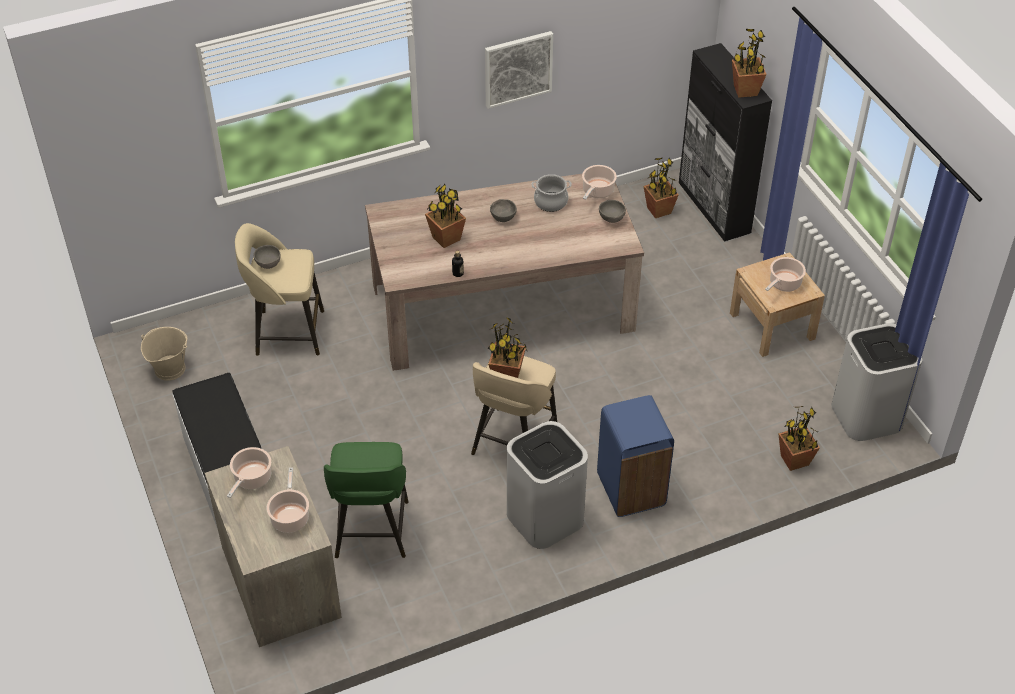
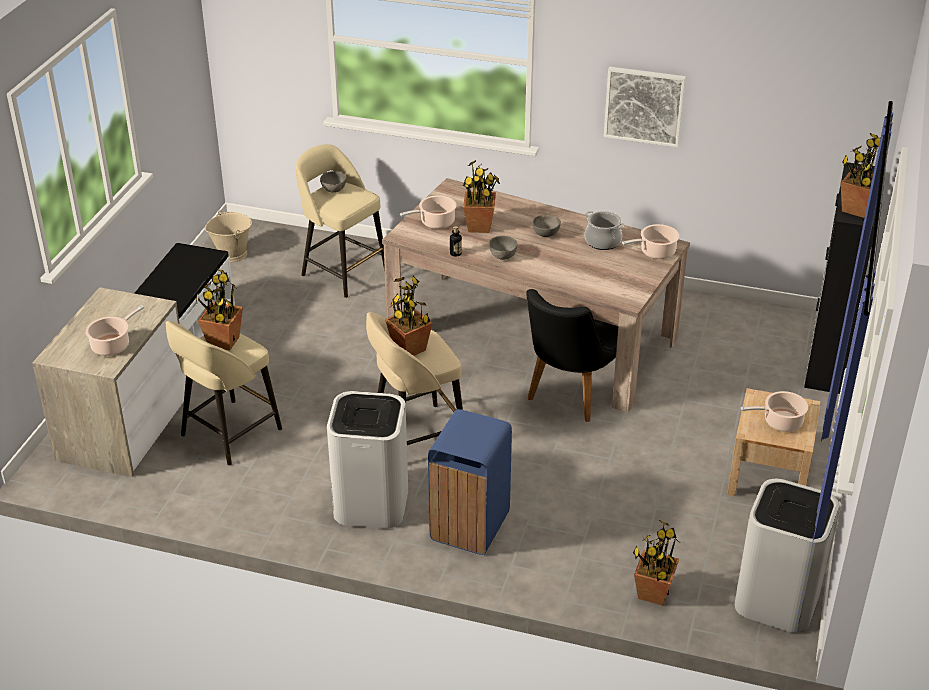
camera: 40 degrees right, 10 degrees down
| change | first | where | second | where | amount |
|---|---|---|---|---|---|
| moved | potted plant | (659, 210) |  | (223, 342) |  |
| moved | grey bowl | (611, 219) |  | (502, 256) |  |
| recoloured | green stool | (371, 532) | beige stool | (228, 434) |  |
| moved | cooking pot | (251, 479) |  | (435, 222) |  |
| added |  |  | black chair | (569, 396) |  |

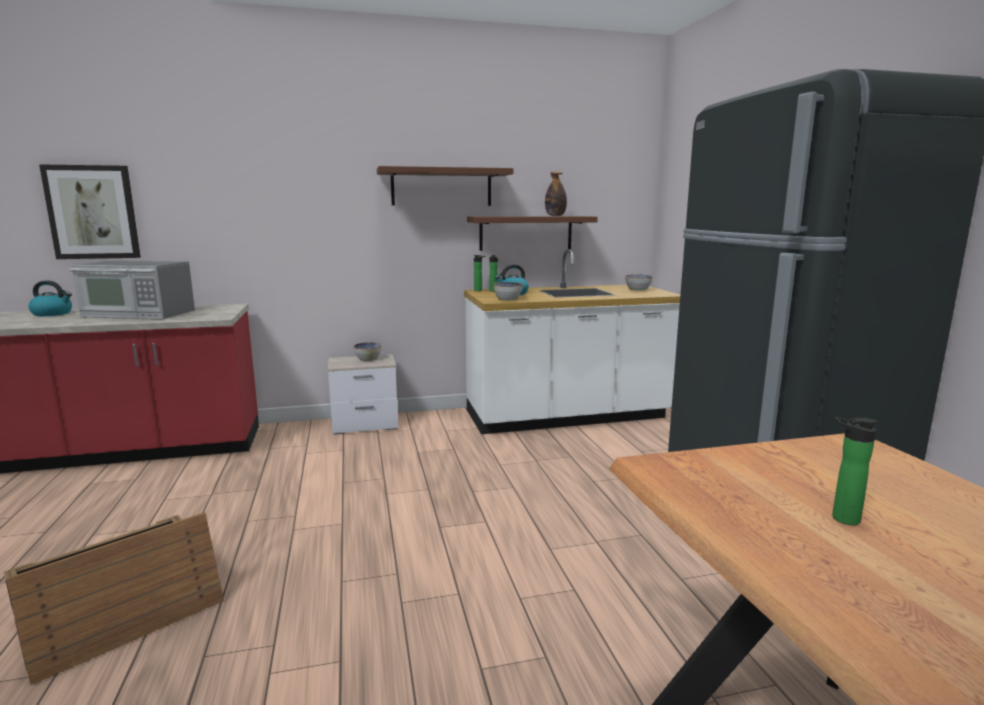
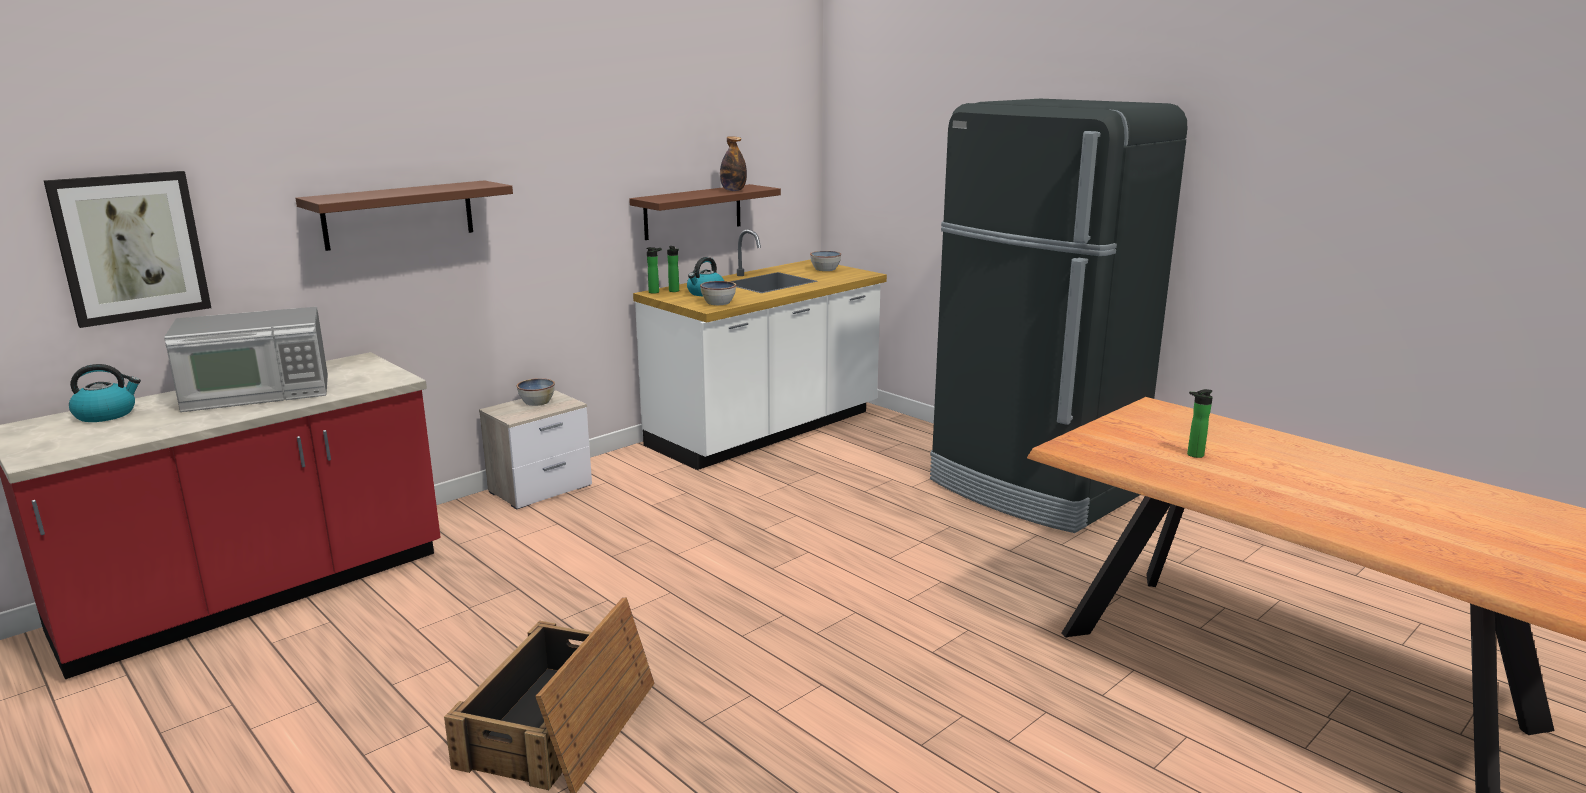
camera: 30 degrees left, 5 degrees up
| change | first | where | second | where | amount |
|---|---|---|---|---|---|
| moved | brown shelf | (441, 187) |  | (399, 214) |  |

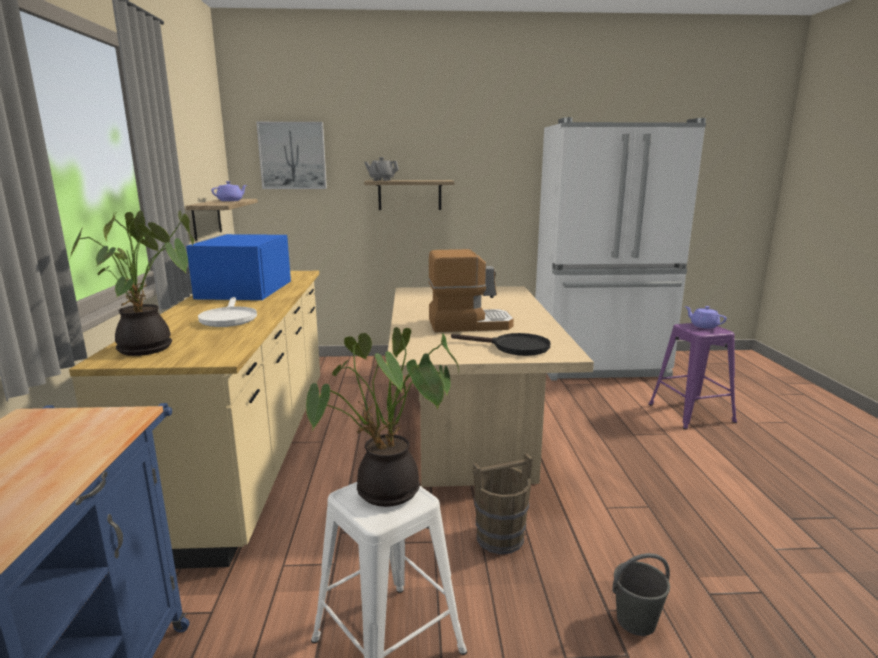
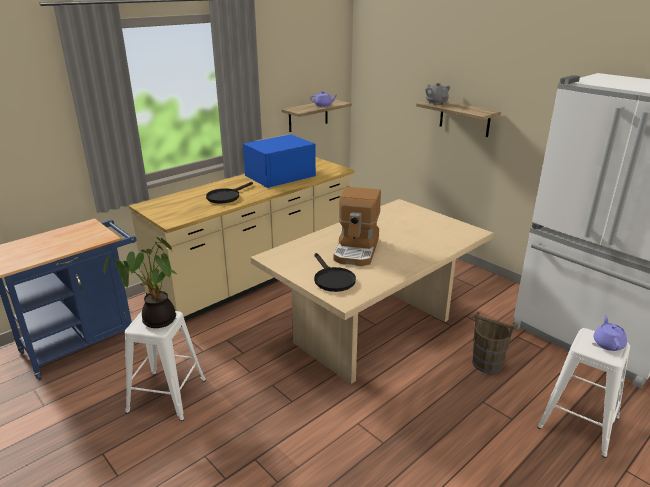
camera: 50 degrees right, 10 degrees up
| change | first | where | second | where | amount |
|---|---|---|---|---|---|
| removed | picture | (292, 155) |  |  |  |
| removed | potted plant | (150, 349) |  |  |  |
| turned | coffee machine | (469, 324) |  | (357, 250) | 60 degrees clockwise |
| recoloured | white frying pan | (228, 318) | black frying pan | (226, 196) |  |
| recoloured | purple stool | (690, 413) | white stool | (577, 422) |  |
| moved | brown bucket | (499, 538) |  | (486, 363) |  |
| removed | grey bucket | (635, 621) |  |  |  |

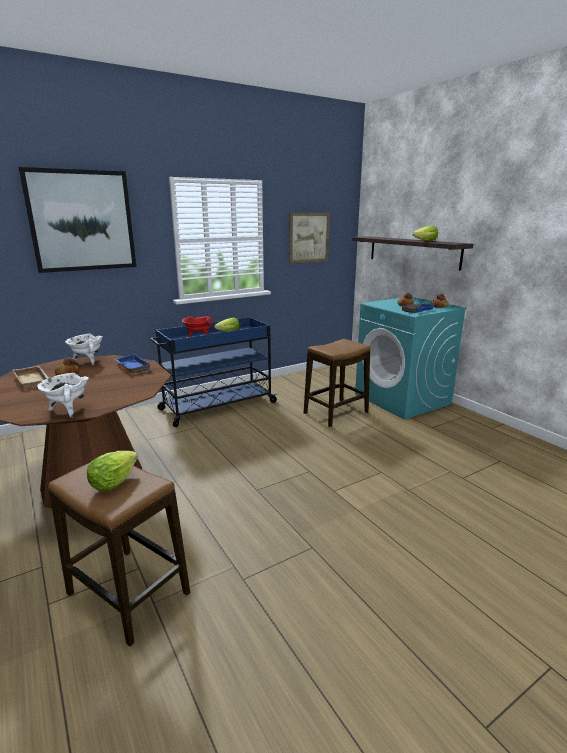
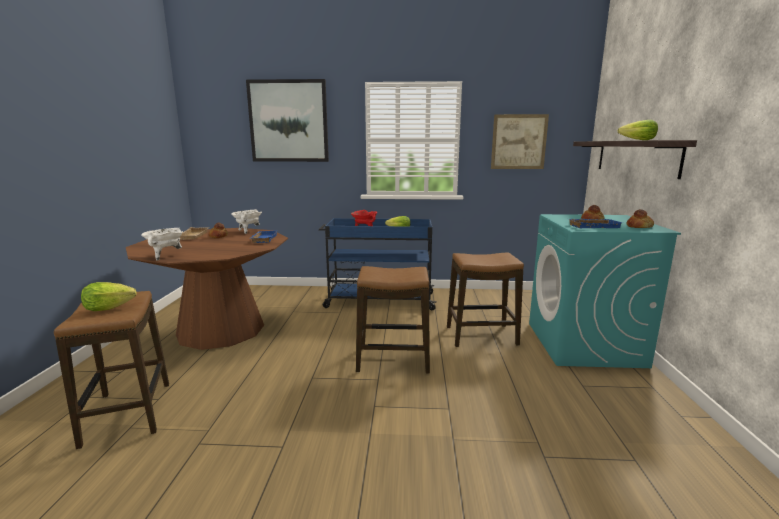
camera: 35 degrees right, 5 degrees down
| change | first | where | second | where | amount |
|---|---|---|---|---|---|
| added |  |  | stool | (393, 360) |  |

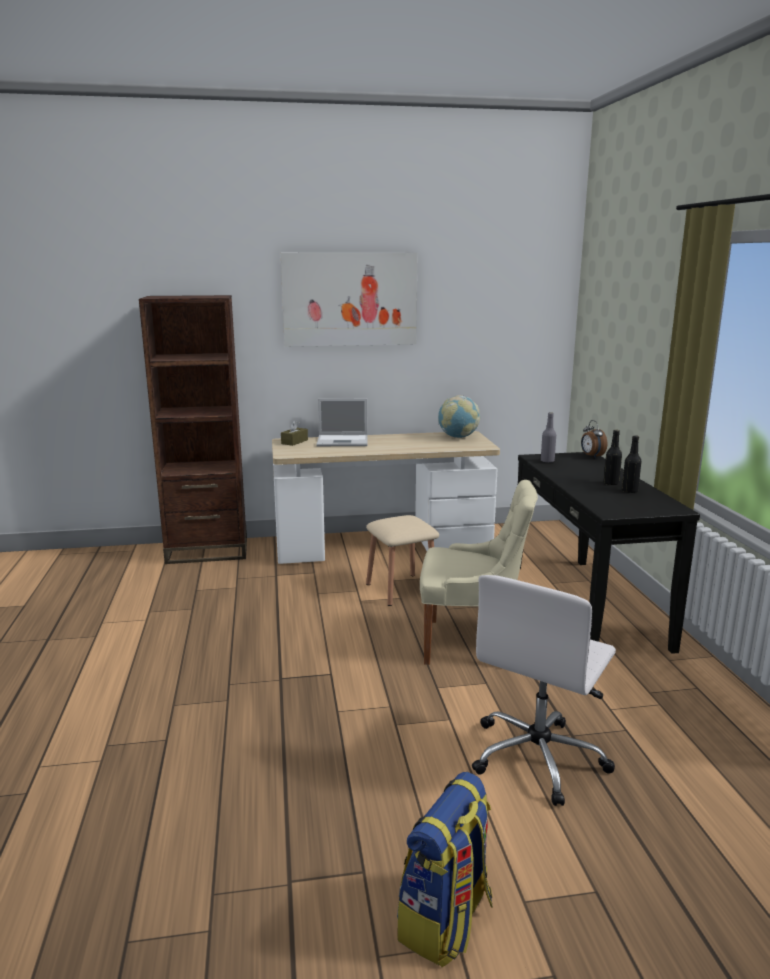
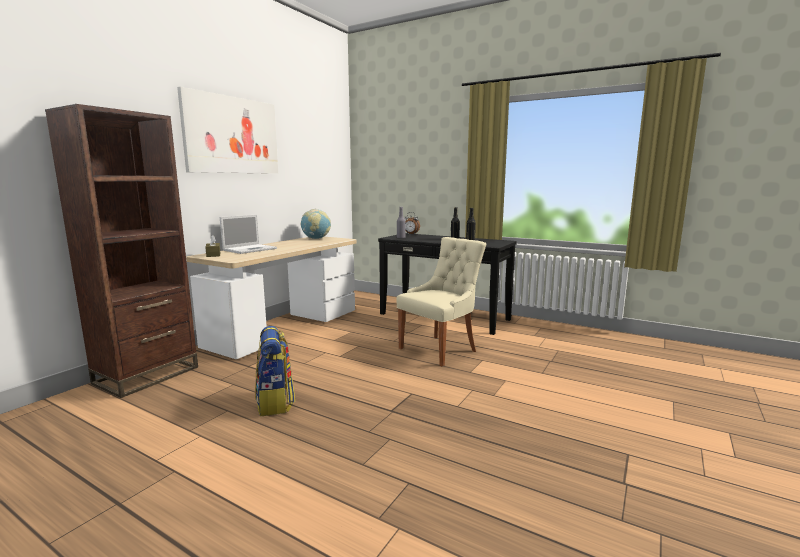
camera: 50 degrees left, 5 degrees down
| change | first | where | second | where | amount |
|---|---|---|---|---|---|
| removed | beige stool | (401, 589) |  |  |  |
| removed | white office chair | (538, 757) |  |  |  |
| moved | backpack | (446, 921) |  | (275, 403) |  |

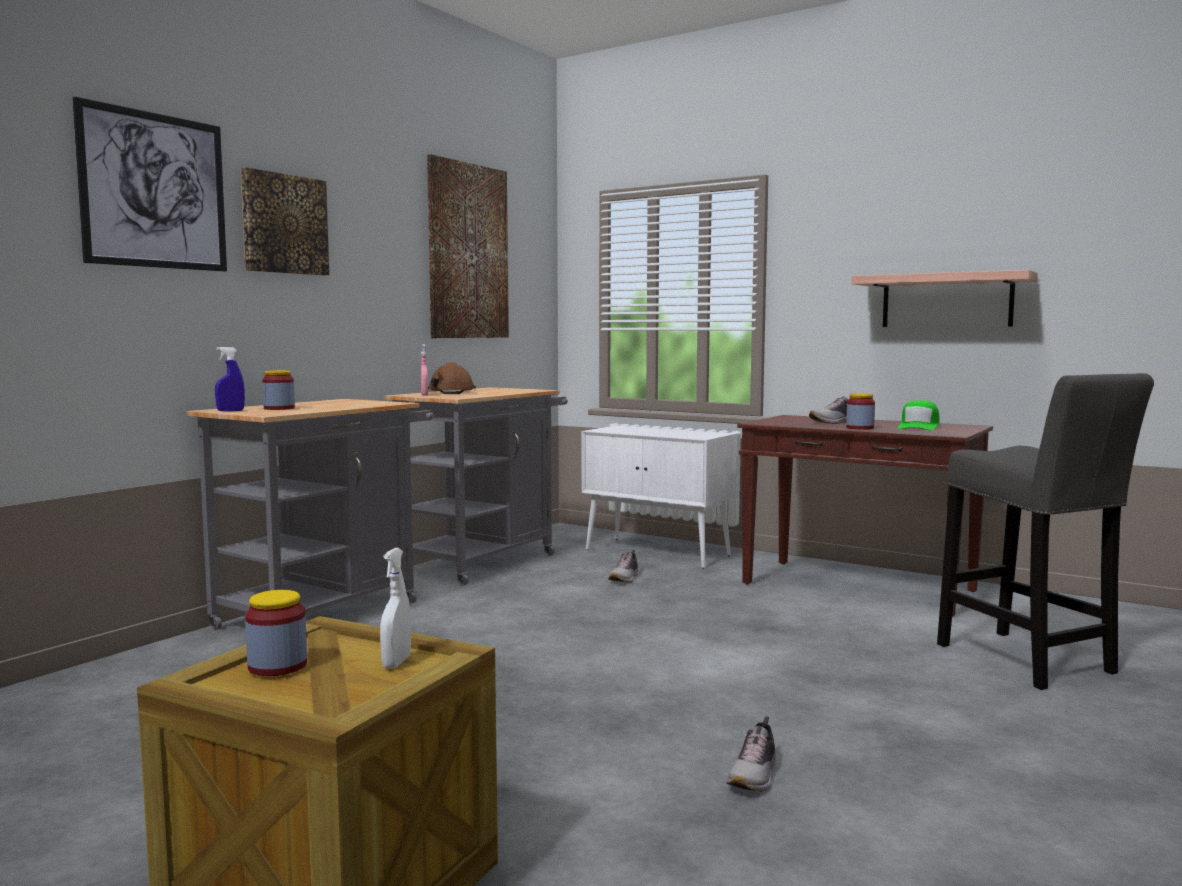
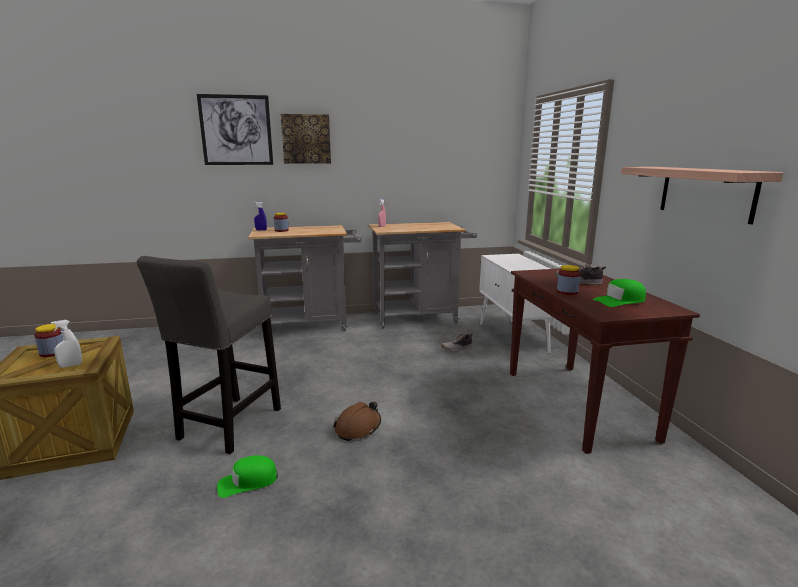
camera: 45 degrees right, 10 degrees up
| change | first | where | second | where | amount |
|---|---|---|---|---|---|
| removed | picture | (467, 251) |  |  |  |
| moved | brown hard hat | (451, 392) |  | (358, 428) |  |
| moved | grey stool | (1029, 662) |  | (227, 426) |  |
| replaced | shoe | (754, 776) | green cap | (247, 482) |  |

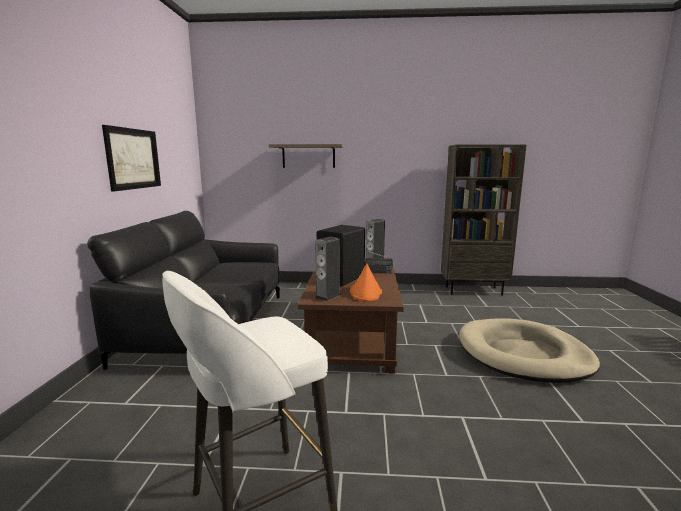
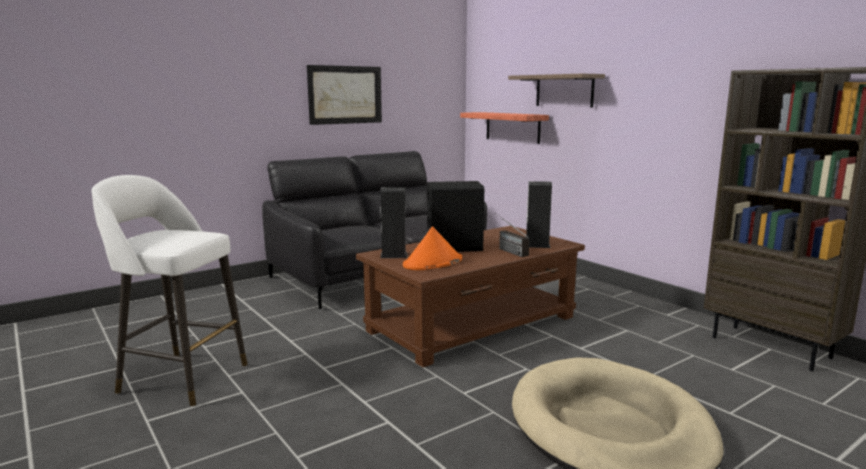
camera: 50 degrees right, 0 degrees up
| change | first | where | second | where | amount |
|---|---|---|---|---|---|
| added |  |  | shelf | (512, 127) |  |

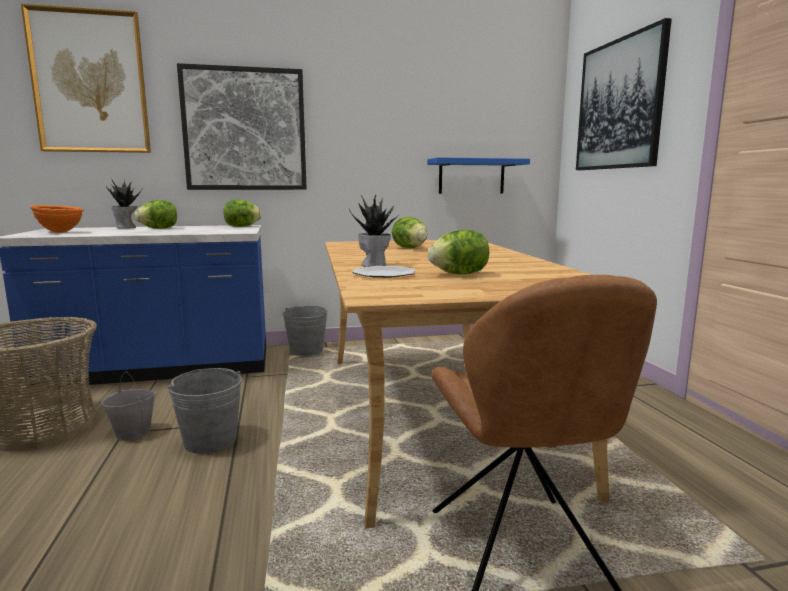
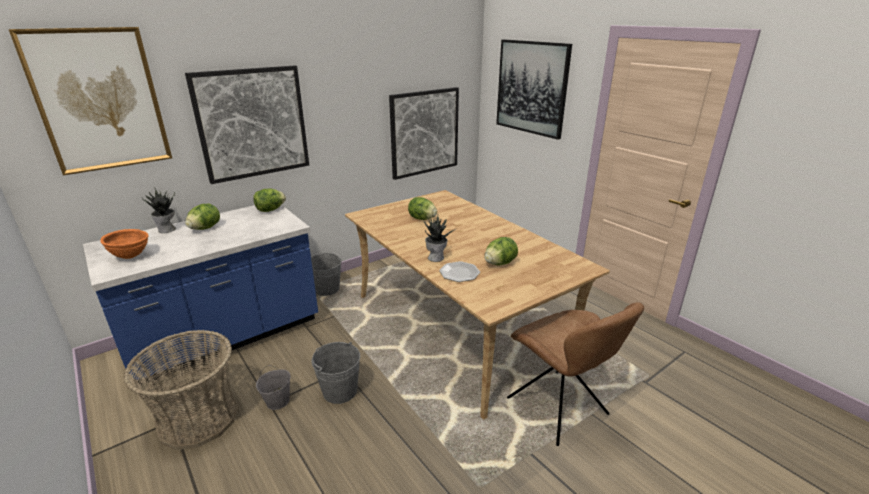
camera: 25 degrees left, 15 degrees up
| change | first | where | second | where | amount |
|---|---|---|---|---|---|
| replaced | blue shelf | (471, 176) | picture | (424, 132) |  |

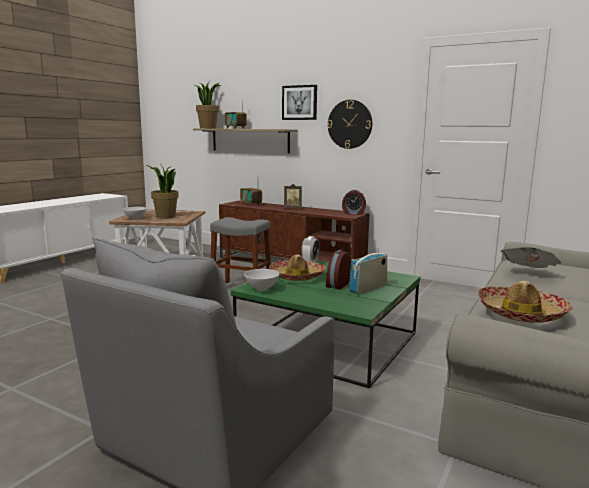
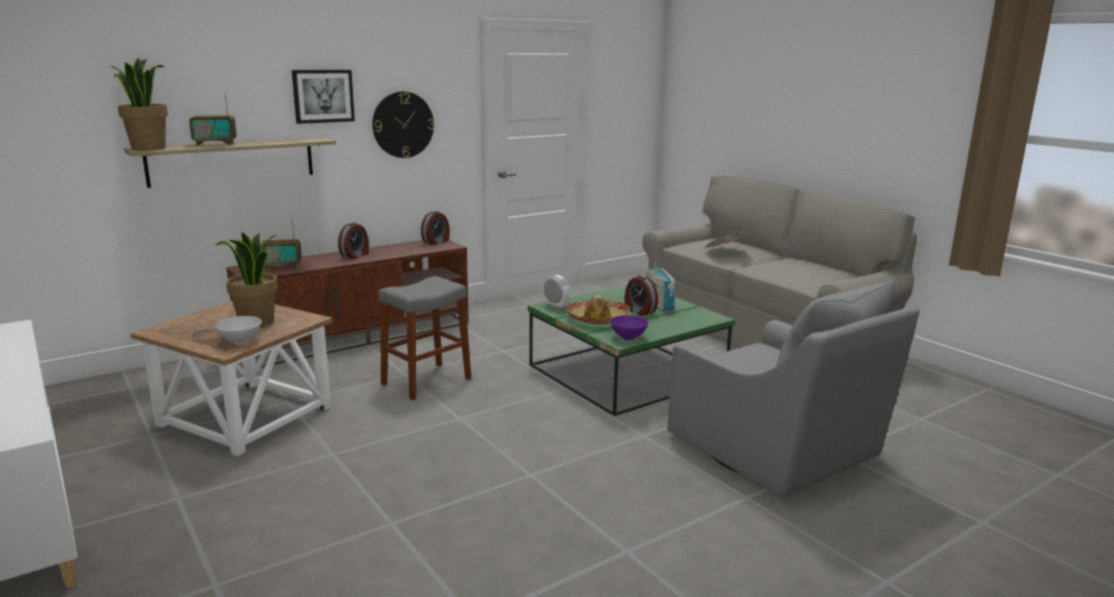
camera: 65 degrees left, 5 degrees up
| change | first | where | second | where | amount |
|---|---|---|---|---|---|
| replaced | picture frame | (292, 208) | alarm clock | (355, 255) |  |
| recoloured | white bowl | (261, 289) | purple bowl | (628, 338) |  |
| removed | hat | (521, 313) |  |  |  |

